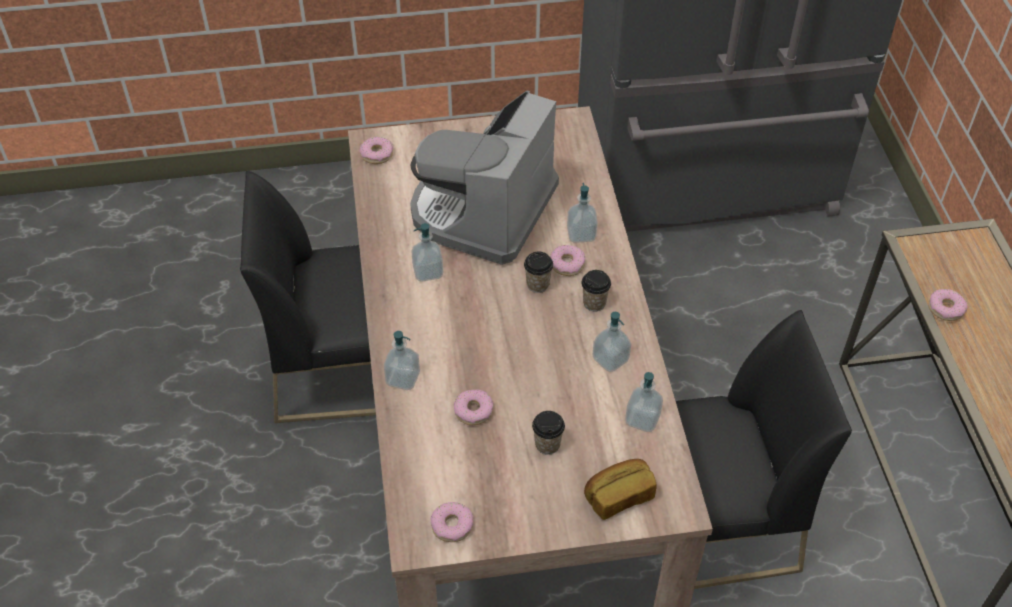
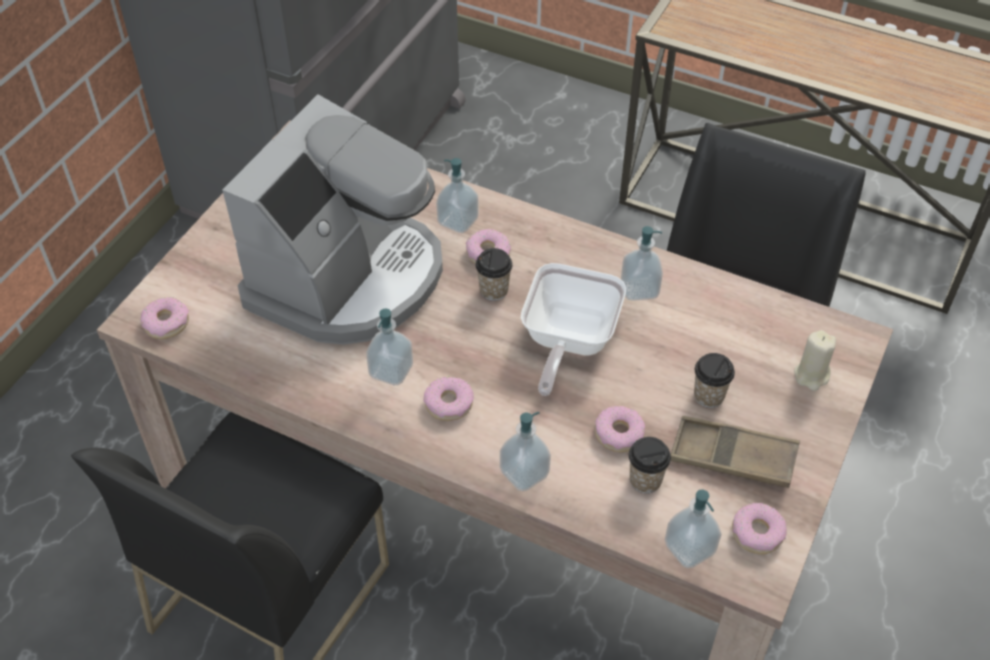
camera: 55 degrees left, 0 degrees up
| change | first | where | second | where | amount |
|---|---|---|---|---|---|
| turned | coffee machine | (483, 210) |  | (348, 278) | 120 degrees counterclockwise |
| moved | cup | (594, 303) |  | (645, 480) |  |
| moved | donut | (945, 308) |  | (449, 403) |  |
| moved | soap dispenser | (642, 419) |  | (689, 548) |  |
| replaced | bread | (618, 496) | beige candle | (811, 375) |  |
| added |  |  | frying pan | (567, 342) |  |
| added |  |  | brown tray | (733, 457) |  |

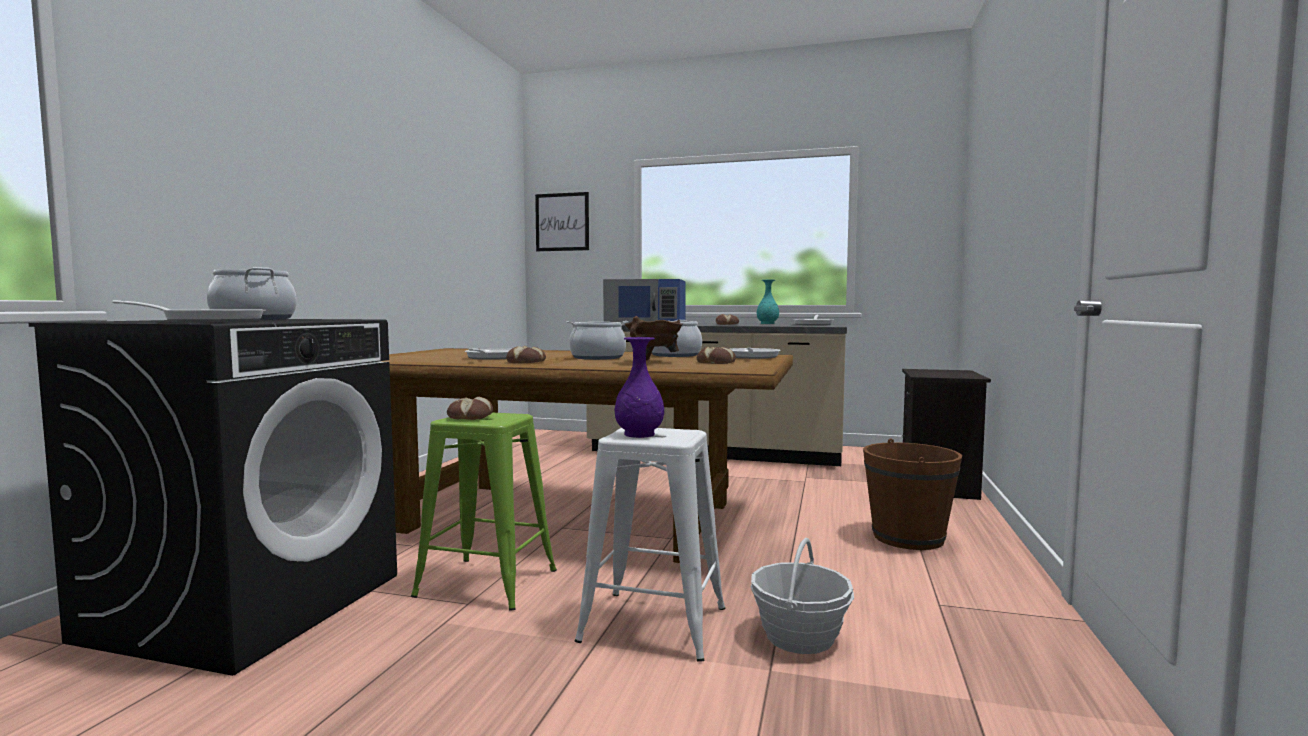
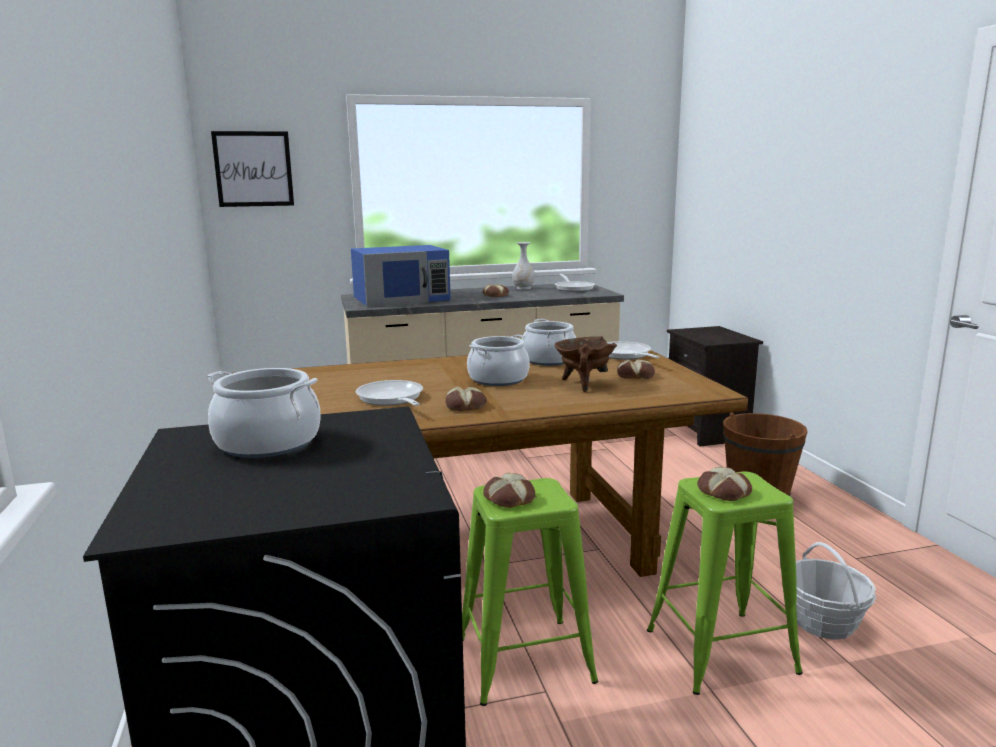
camera: 30 degrees left, 10 degrees up
| change | first | where | second | where | amount |
|---|---|---|---|---|---|
| recoloured | turquoise vase | (767, 323) | white vase | (523, 288) |  |
| removed | frying pan | (206, 321) |  |  |  |
| replaced | purple vase | (639, 434) | bread | (722, 492) |  |
| recoloured | white stool | (655, 625) | green stool | (722, 651) |  |

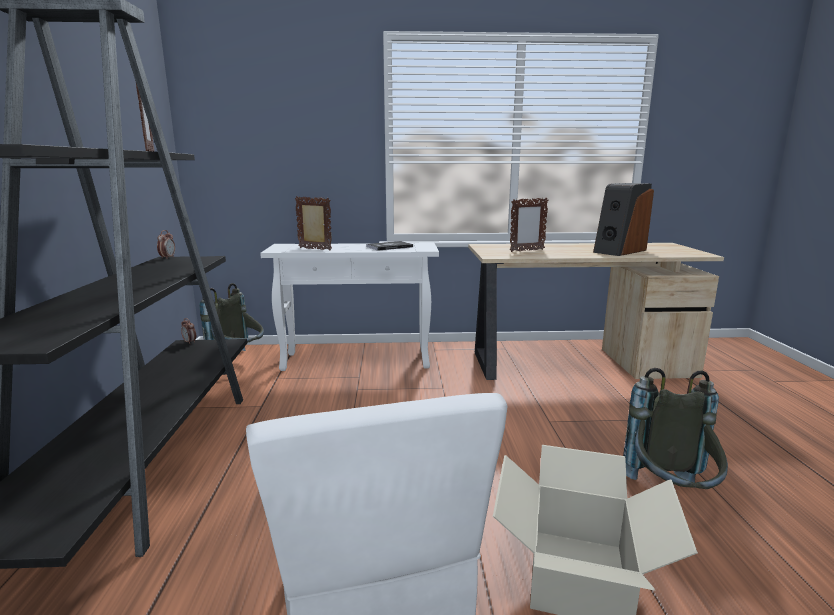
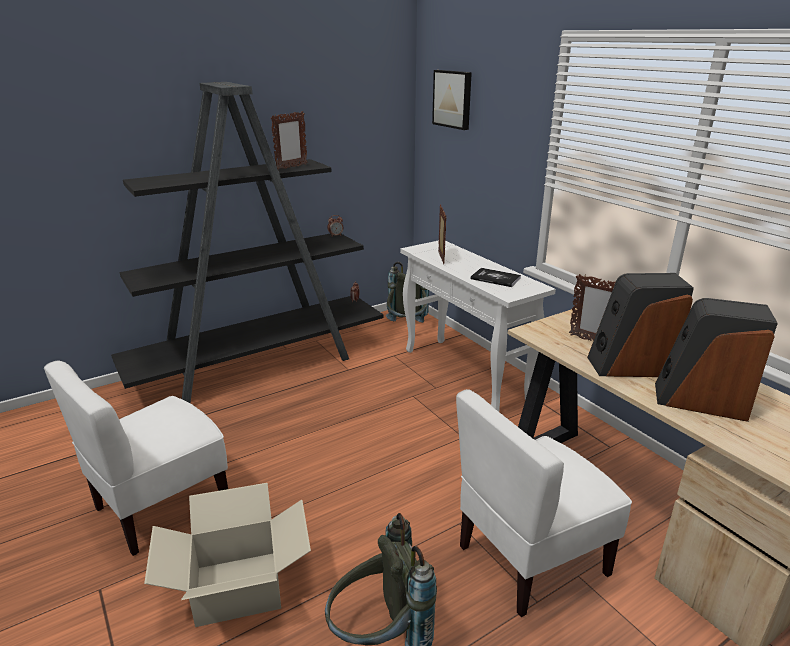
camera: 60 degrees right, 10 degrees up
| change | first | where | second | where | amount |
|---|---|---|---|---|---|
| added |  |  | picture | (453, 99) |  |
| added |  |  | speaker | (630, 366) |  |
| added |  |  | white chair | (530, 559) |  |

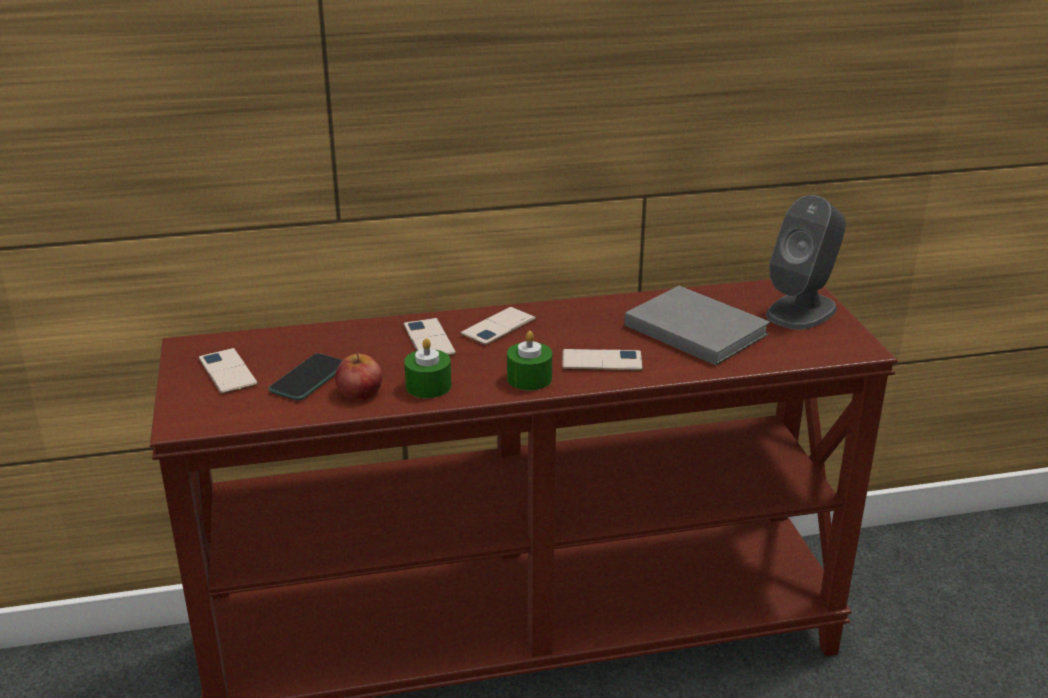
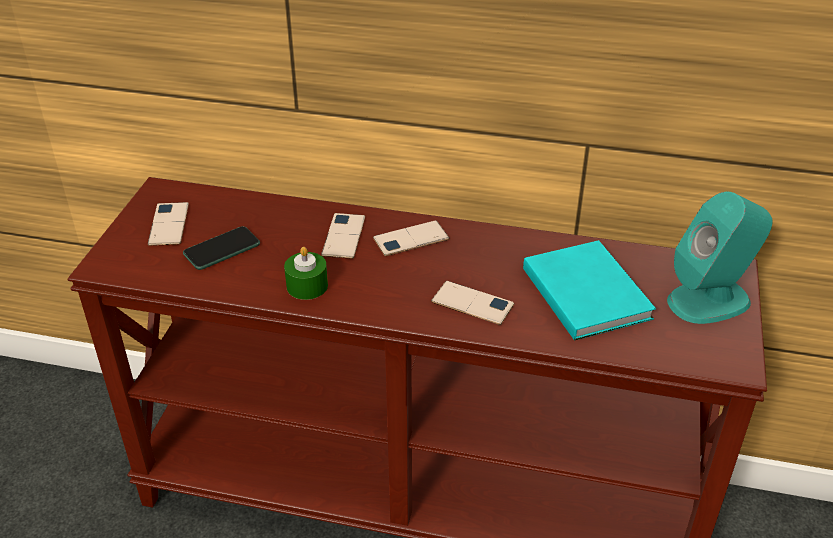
camera: 25 degrees right, 10 degrees up
| change | first | where | second | where | amount |
|---|---|---|---|---|---|
| recoloured | grey speaker | (802, 311) | turquoise speaker | (709, 300) |  |
| recoloured | grey book | (694, 328) | turquoise book | (586, 291) |  |
| removed | green candle | (529, 378) |  |  |  |
| removed | apple | (360, 391) |  |  |  |

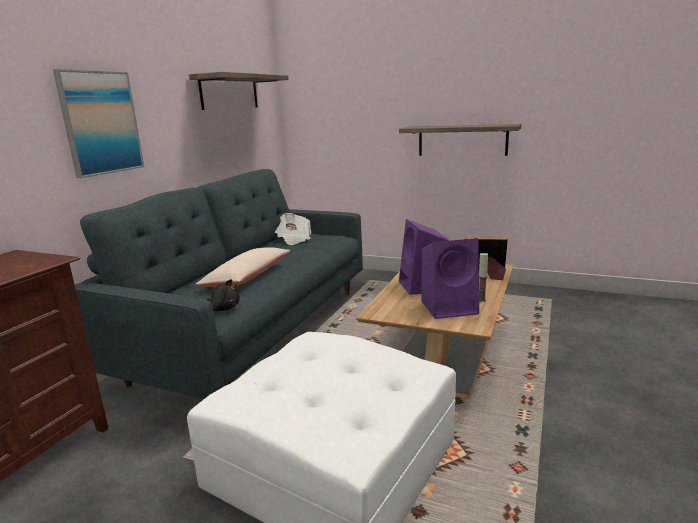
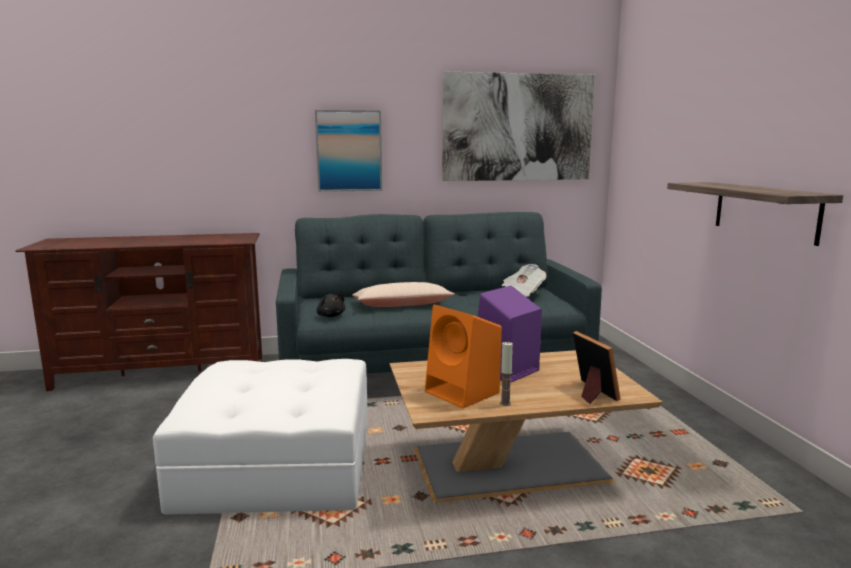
camera: 55 degrees right, 5 degrees down
| change | first | where | second | where | amount |
|---|---|---|---|---|---|
| replaced | shelf | (229, 92) | picture | (517, 127) |  |
| recoloured | purple speaker | (450, 307) | orange speaker | (464, 393) |  |

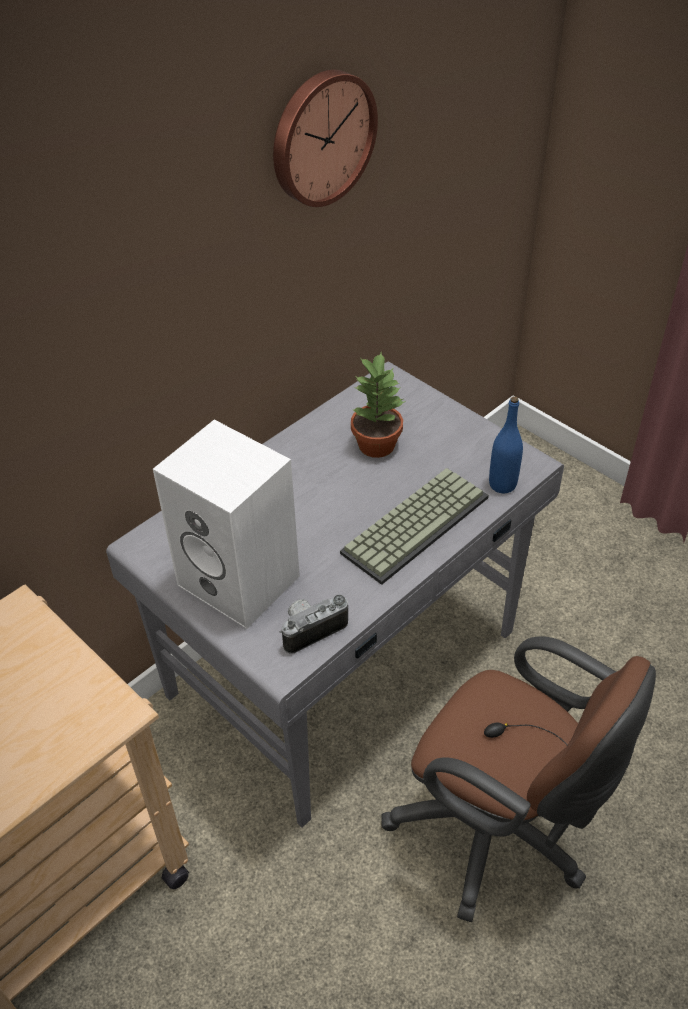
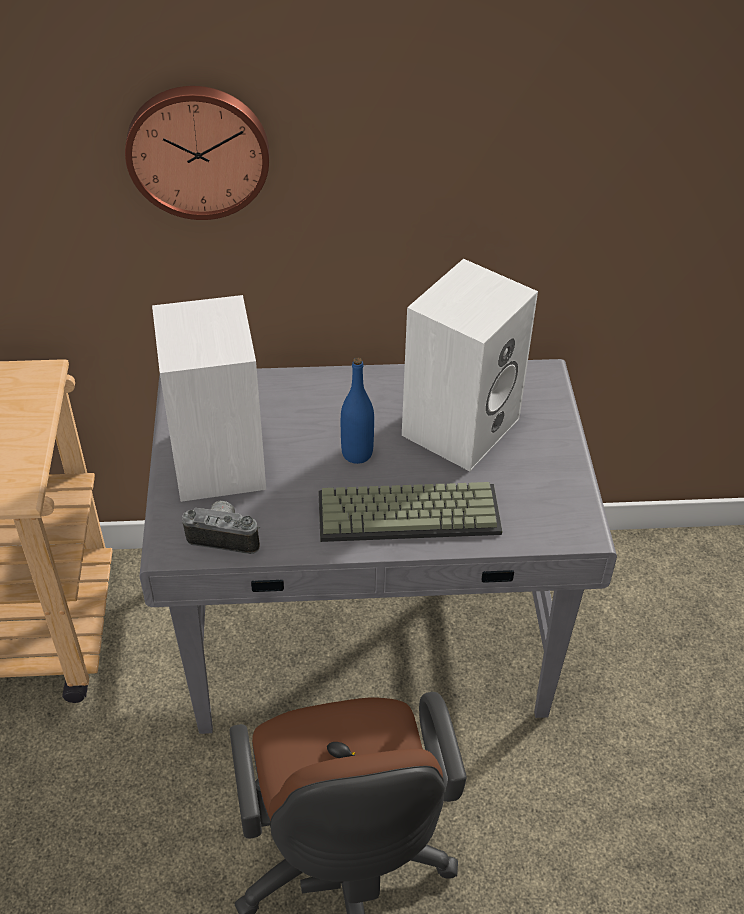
camera: 40 degrees right, 0 degrees up
| change | first | where | second | where | amount |
|---|---|---|---|---|---|
| moved | wall clock | (321, 137) |  | (198, 150) |  |
| replaced | potted plant | (376, 444) | white speaker | (460, 424) |  |
| moved | blue bottle | (502, 484) |  | (357, 453) |  |

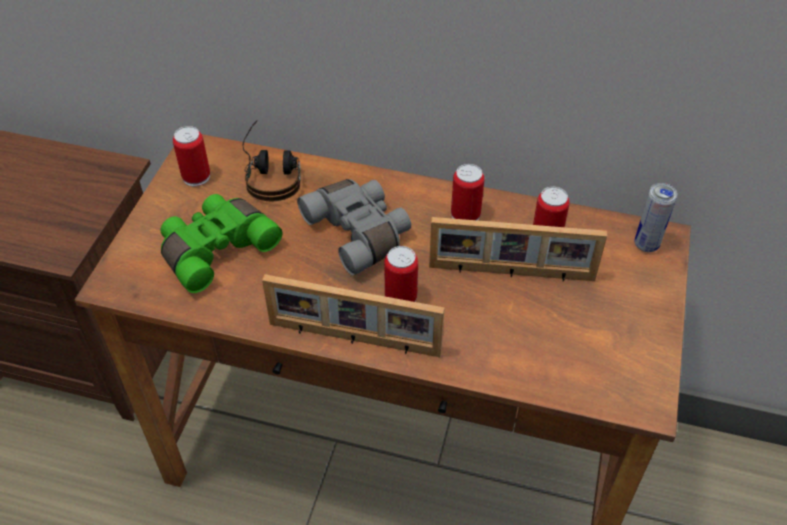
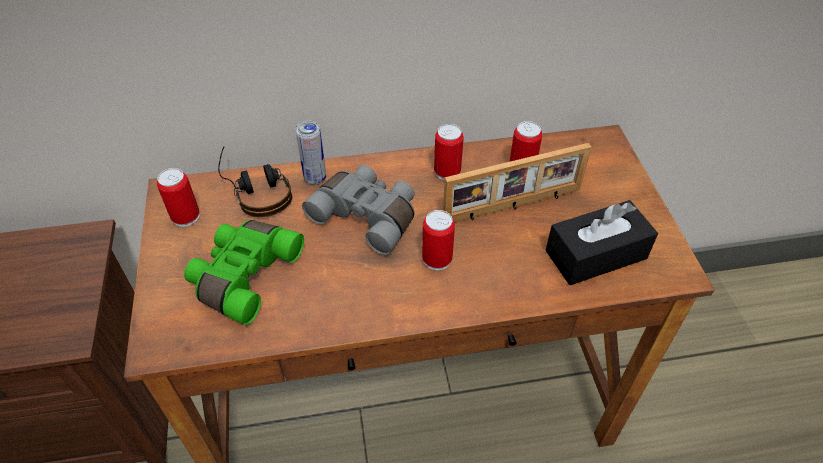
camera: 25 degrees left, 0 degrees up
| change | first | where | second | where | amount |
|---|---|---|---|---|---|
| moved | can | (646, 245) |  | (315, 178) |  |
| removed | picture frame | (353, 340) |  |  |  |
| added |  |  | black tissue box | (596, 254) |  |

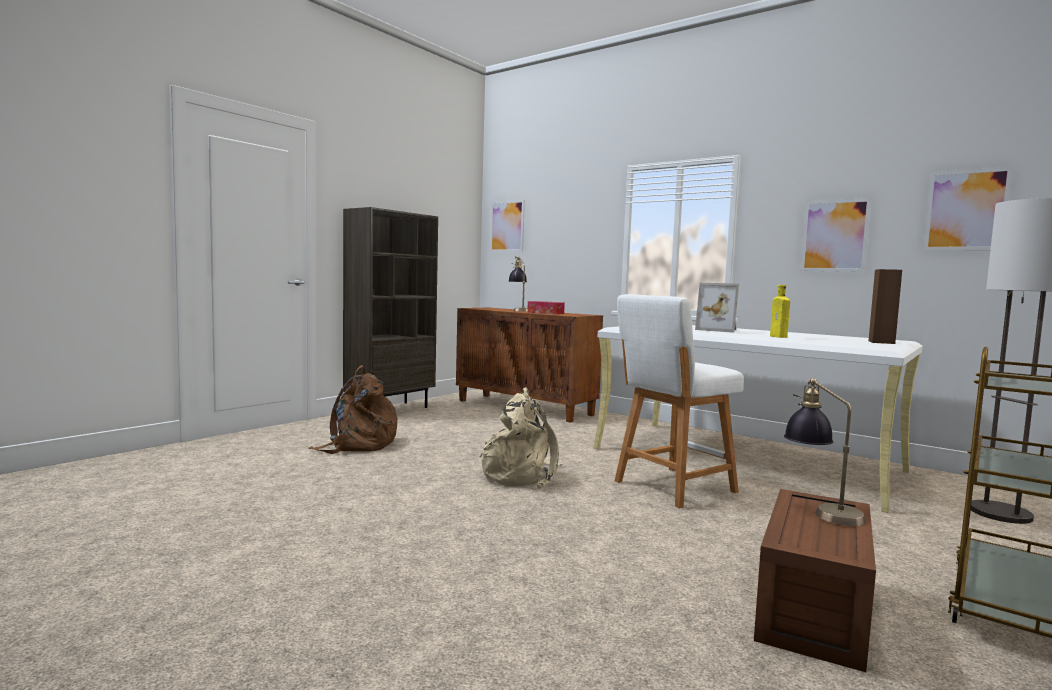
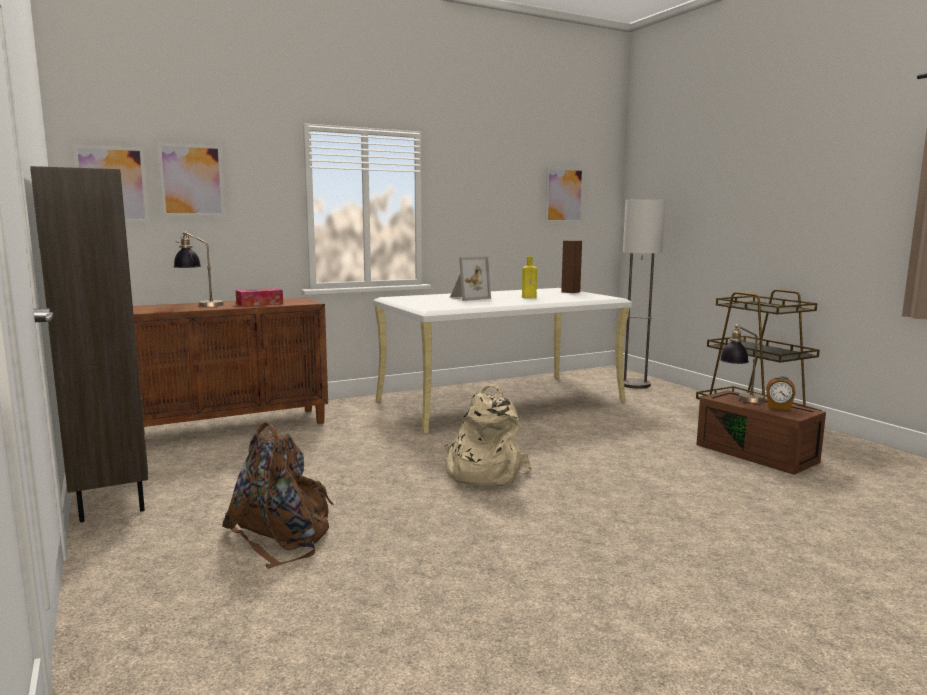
camera: 65 degrees left, 5 degrees up
| change | first | where | second | where | amount |
|---|---|---|---|---|---|
| moved | picture | (834, 235) |  | (192, 180) |  |
| removed | white stool | (670, 487) |  |  |  |
| added |  |  | alarm clock | (778, 407) |  |

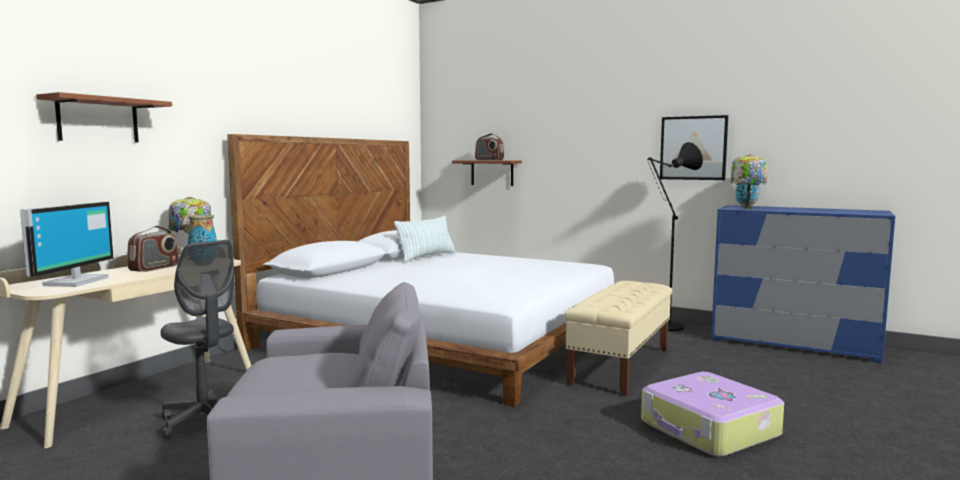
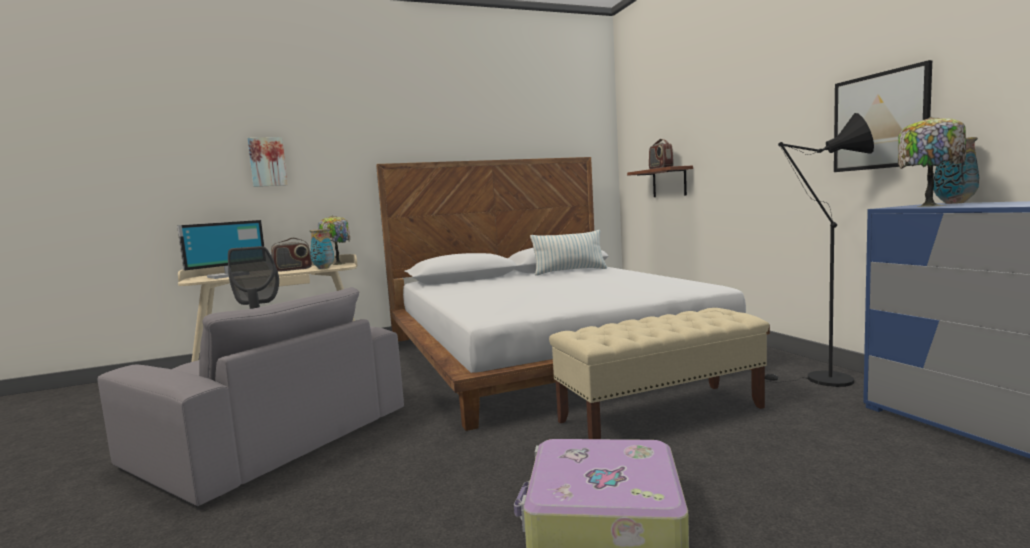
camera: 40 degrees right, 0 degrees up
| change | first | where | second | where | amount |
|---|---|---|---|---|---|
| replaced | brown shelf | (98, 120) | picture | (268, 162) |  |

